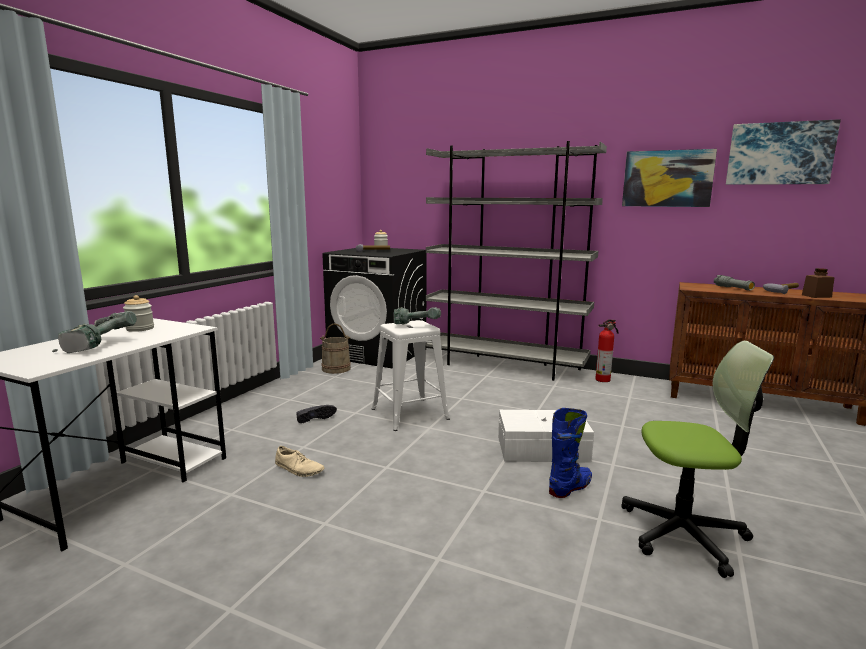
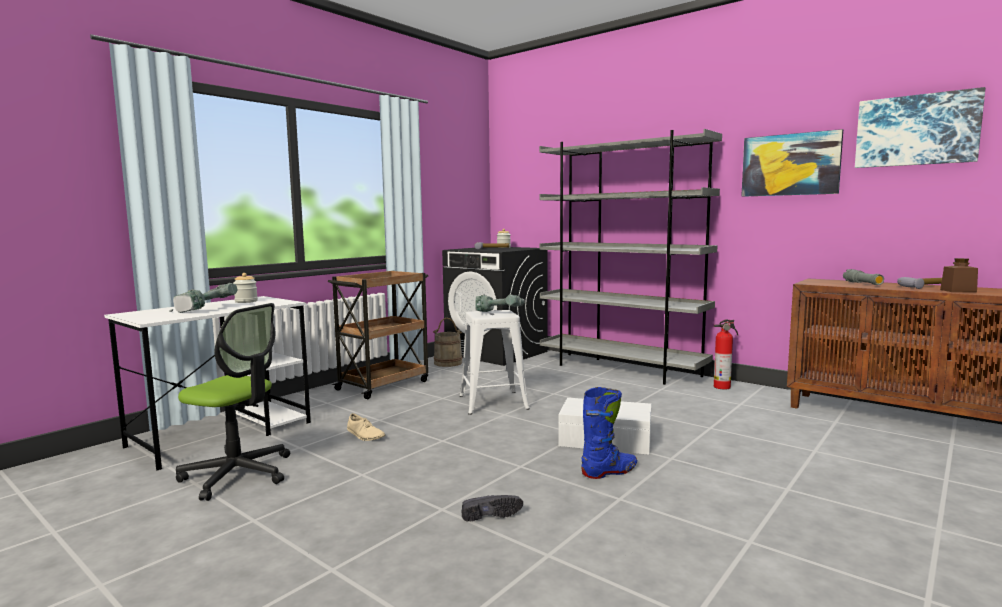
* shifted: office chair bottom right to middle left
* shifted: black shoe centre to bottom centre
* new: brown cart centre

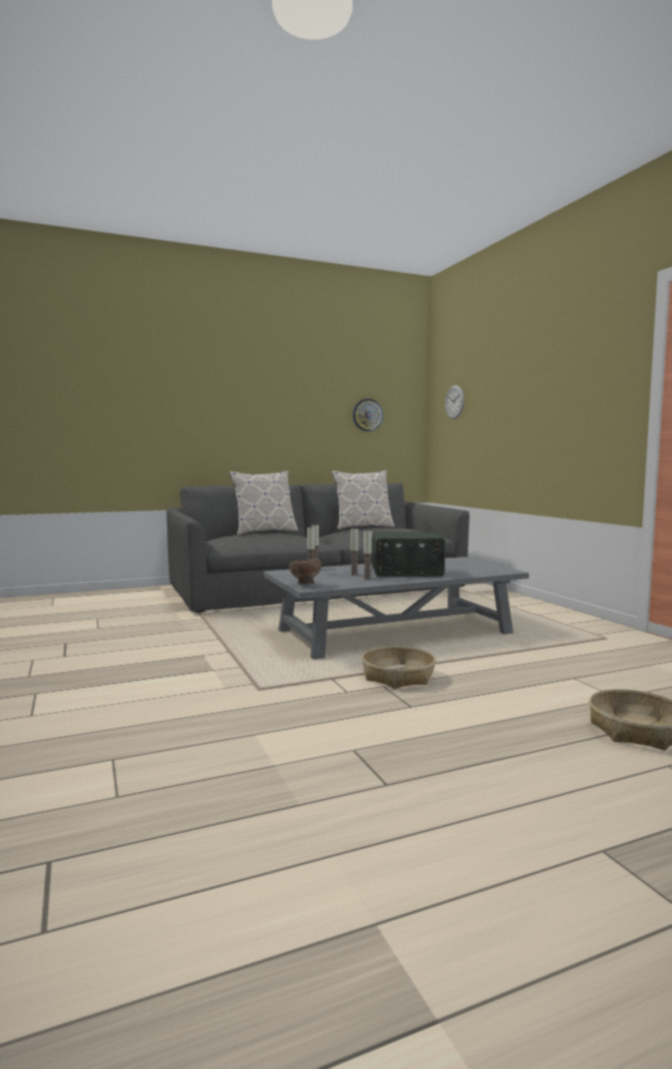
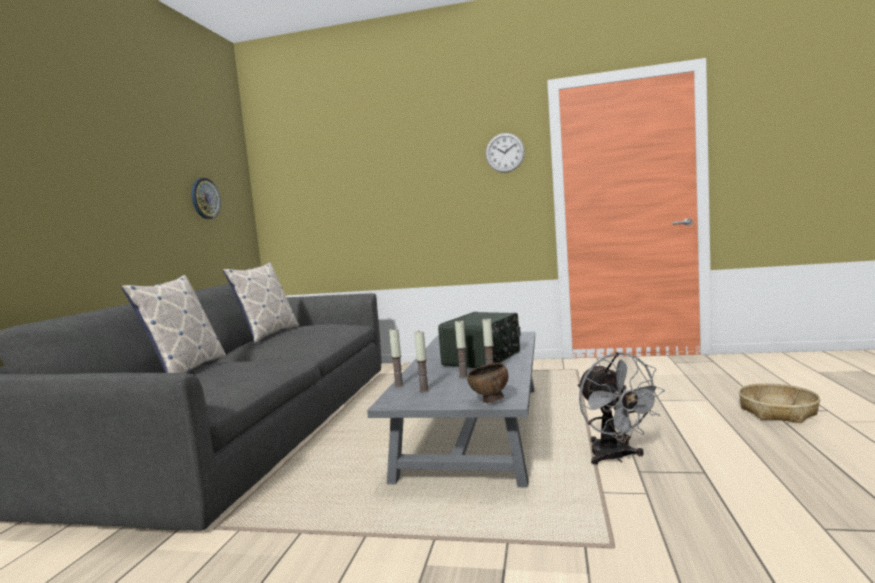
* shifted: wall clock (no. 2 from left) middle right to top centre
* swapped: basket (no. 1 from left) centre to grey fan bottom right

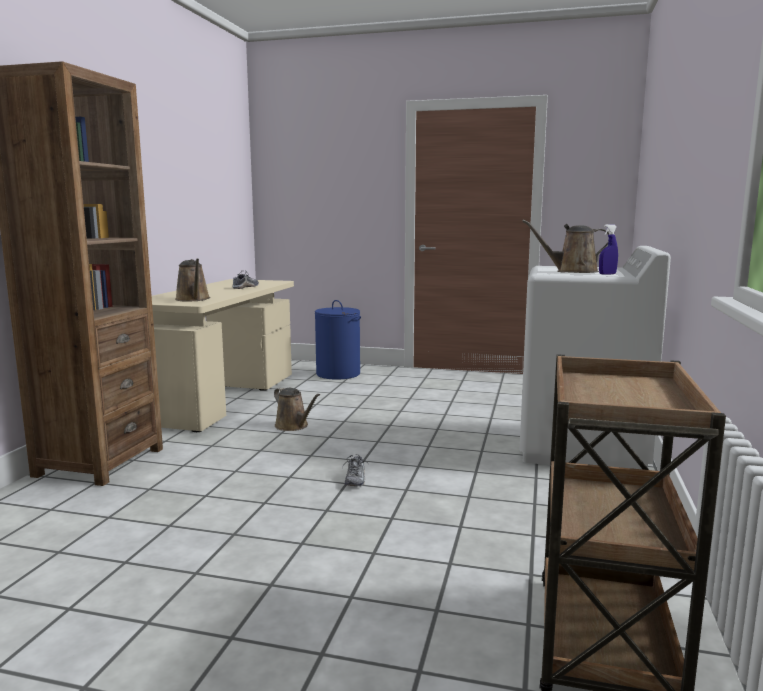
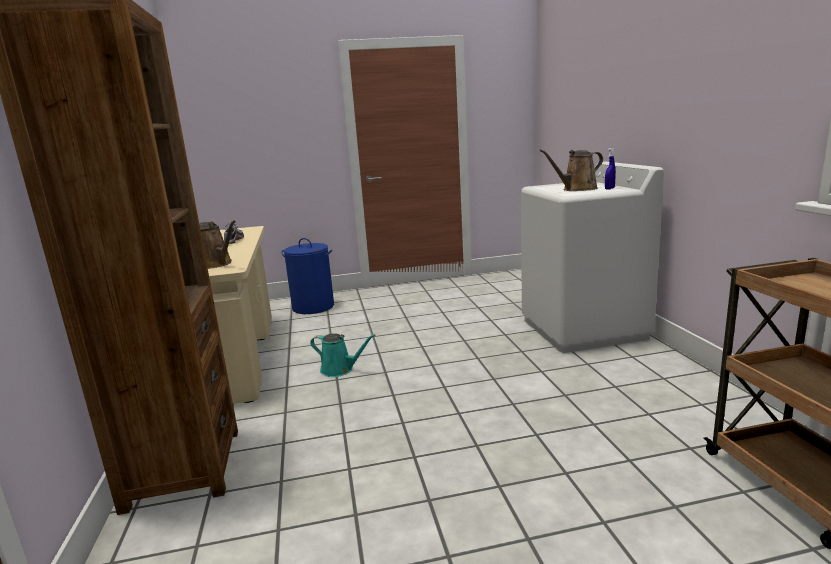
* repainted: brown watering can (no. 2 from left) centre to turquoise watering can centre
* gone: shoe (no. 2 from left) bottom centre

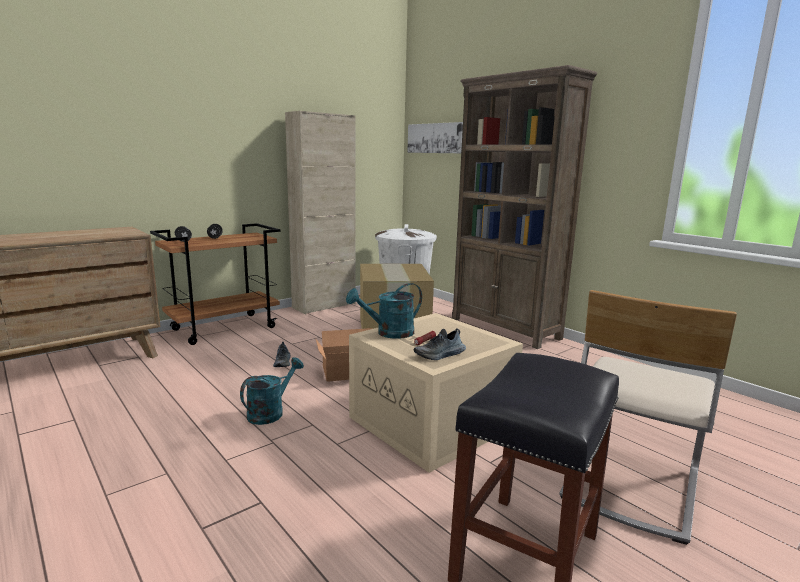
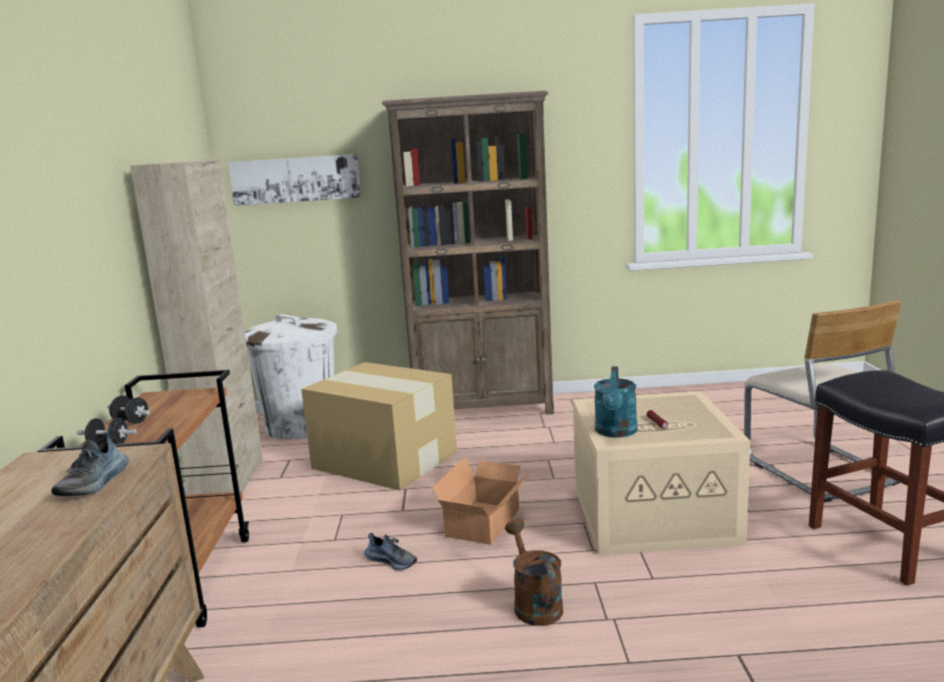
* shifted: shoe (no. 2 from left in the first image) centre to shoe (no. 1 from left) bottom left
* repainted: turquoise watering can (no. 1 from left) bottom centre to brown watering can bottom centre

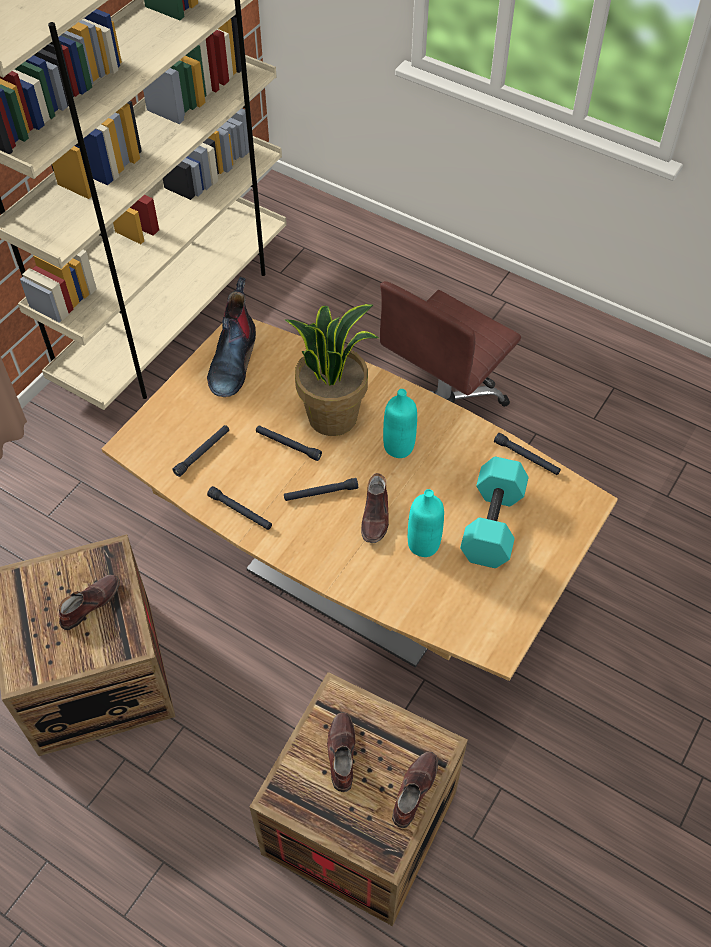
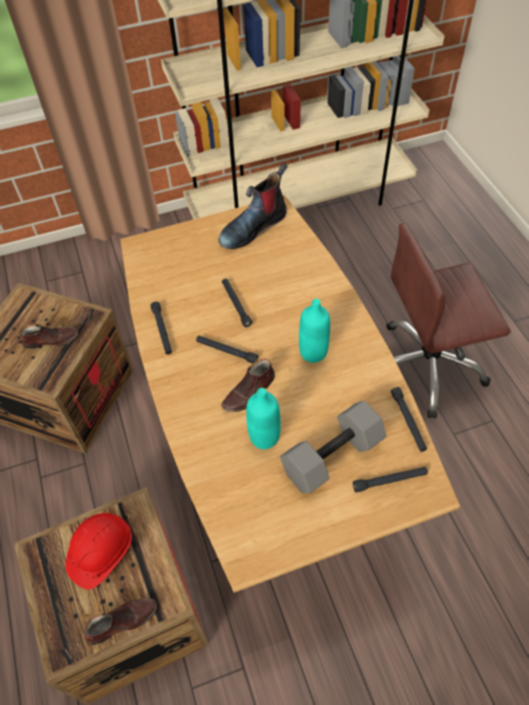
* gone: potted plant centre
* shifted: black flashlight (no. 1 from left in the first image) middle left to black flashlight (no. 4 from left) bottom right
* repainted: turquoise dumbbell middle right to grey dumbbell centre
* swapped: brown shoe (no. 2 from left) bottom centre to red hard hat bottom left

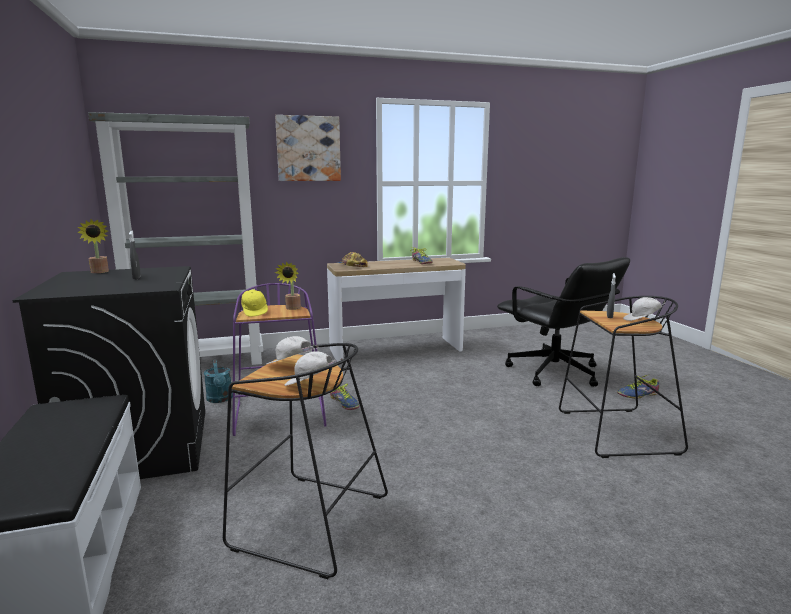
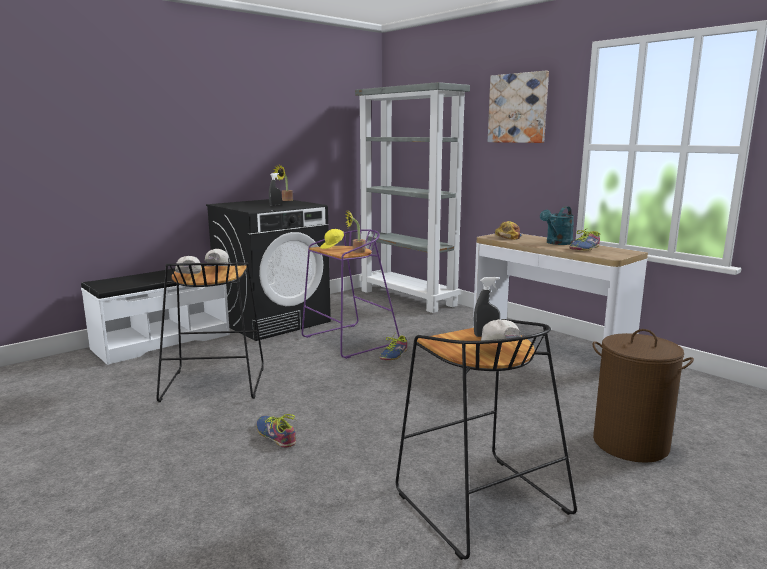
* swapped: black office chair middle right to brown laundry basket bottom right
* shifted: turquoise watering can middle left to middle right
* shifted: shoe (no. 3 from left in the first image) middle right to shoe (no. 1 from left) bottom centre

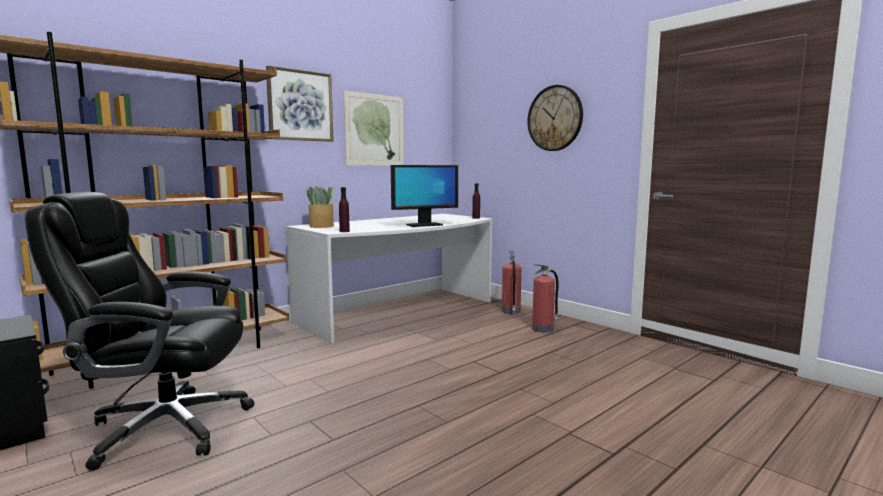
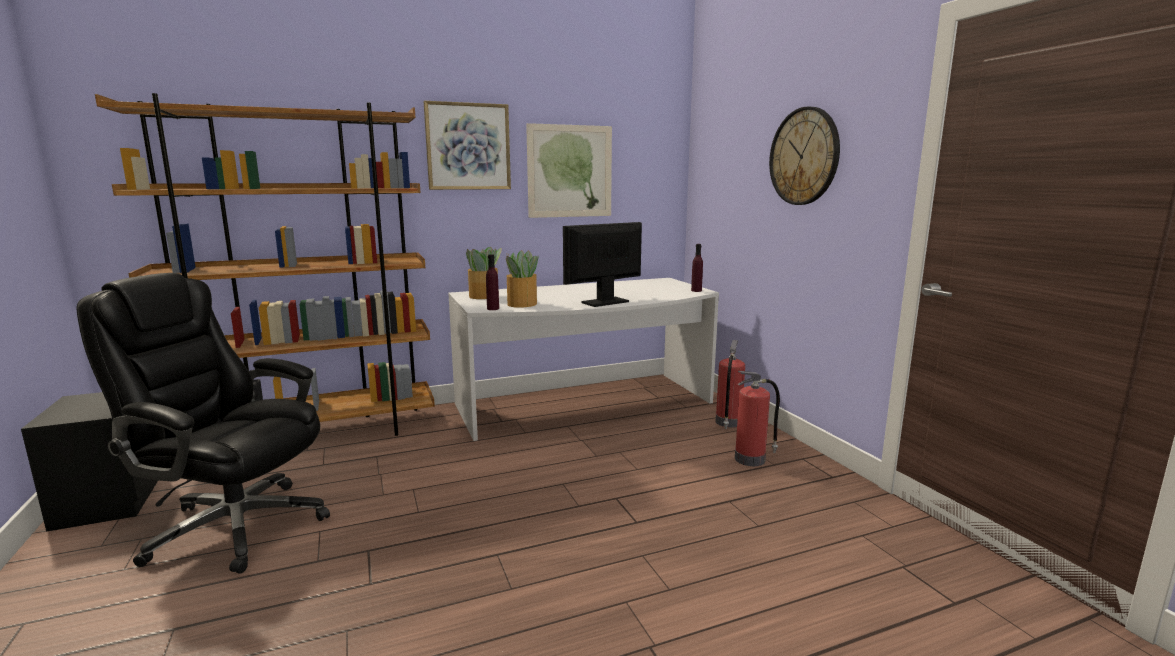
* rotated: monitor centre = centre 150 degrees clockwise
* new: potted plant (no. 2 from left) centre

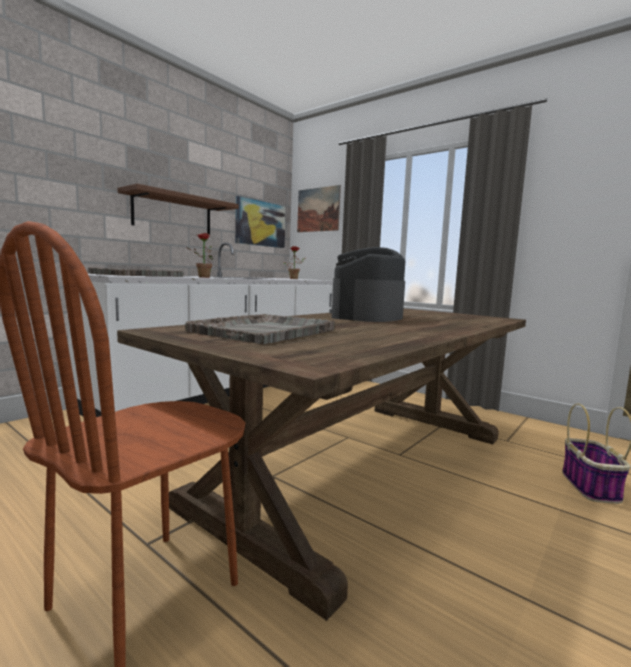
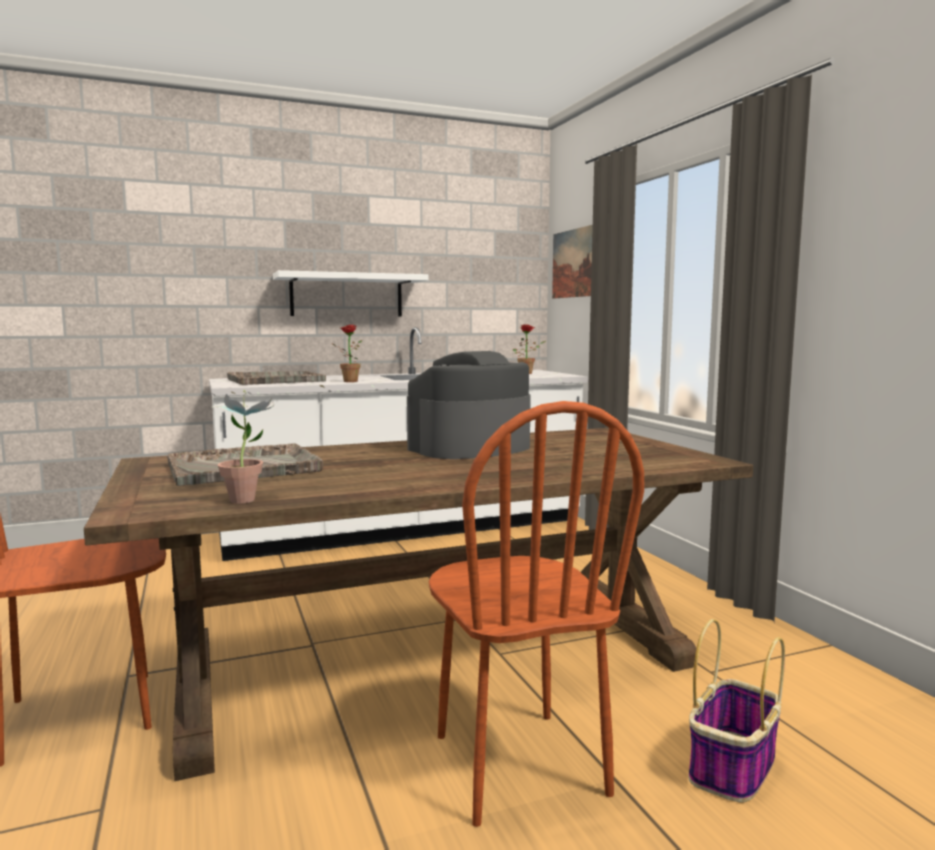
* repainted: brown shelf top left to white shelf centre
* gone: picture (no. 1 from left) top centre
* new: potted plant (no. 1 from left) middle left
* new: brown chair (no. 2 from left) bottom centre

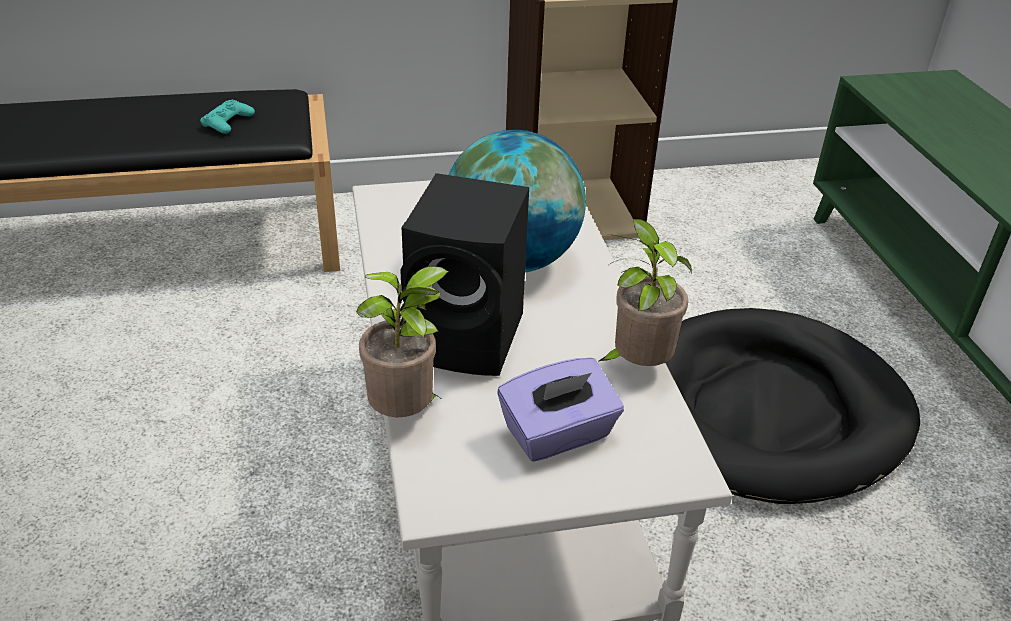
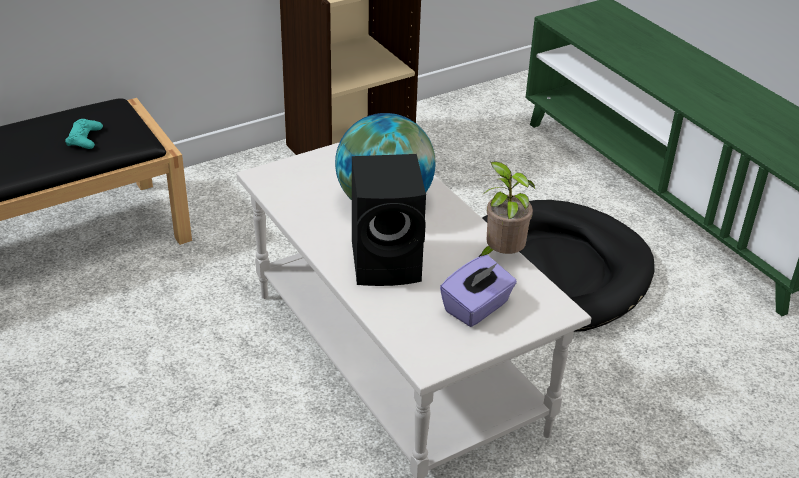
* gone: potted plant (no. 1 from left) centre

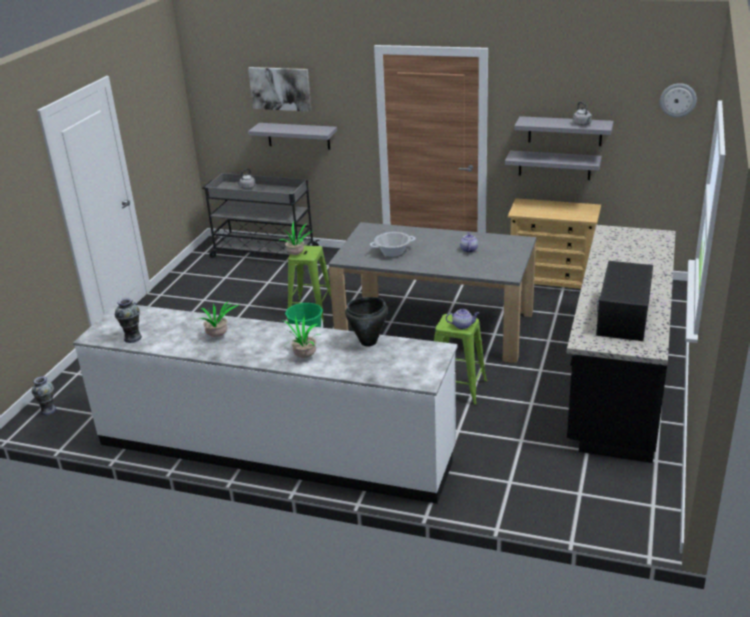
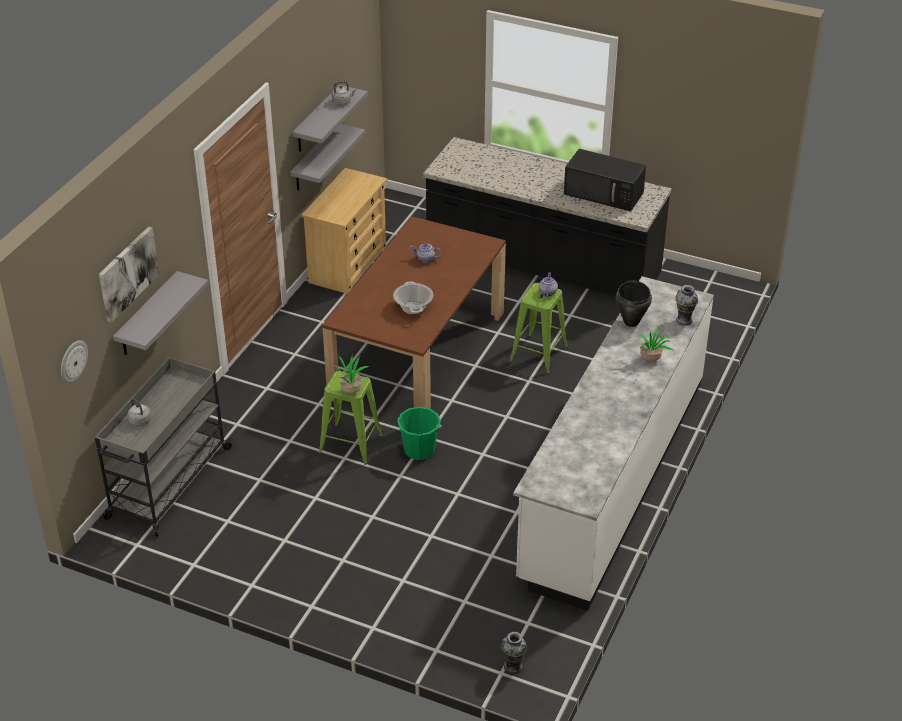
* shifted: wall clock top right to middle left
* repainted: grey dining table centre to brown dining table centre
* shifted: vase (no. 2 from left) middle left to middle right
* gone: potted plant (no. 1 from left) middle left

